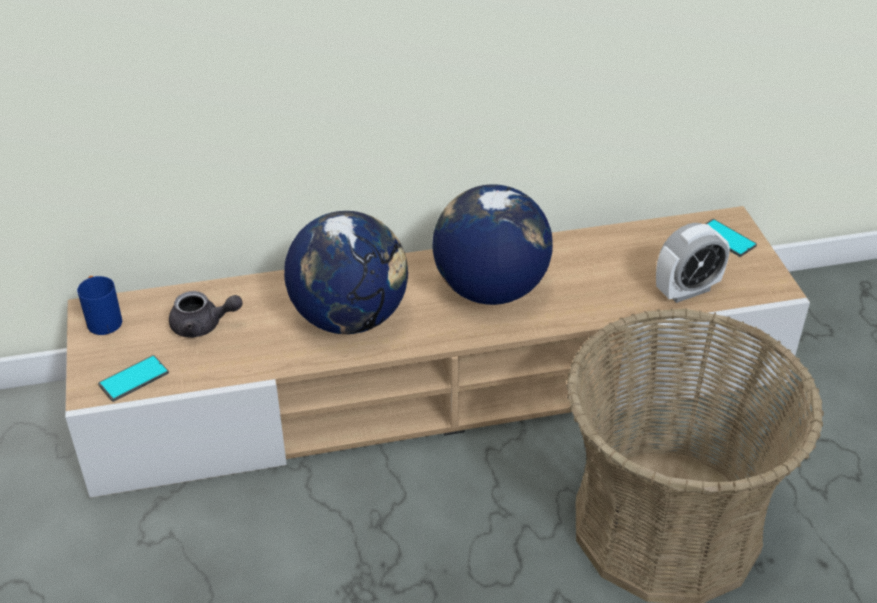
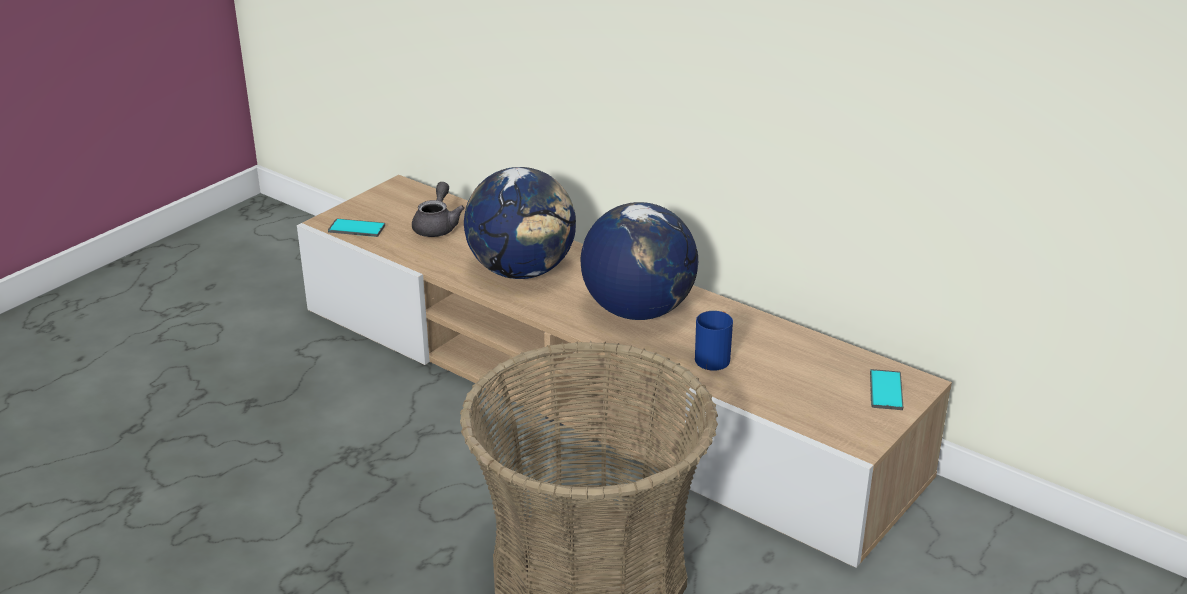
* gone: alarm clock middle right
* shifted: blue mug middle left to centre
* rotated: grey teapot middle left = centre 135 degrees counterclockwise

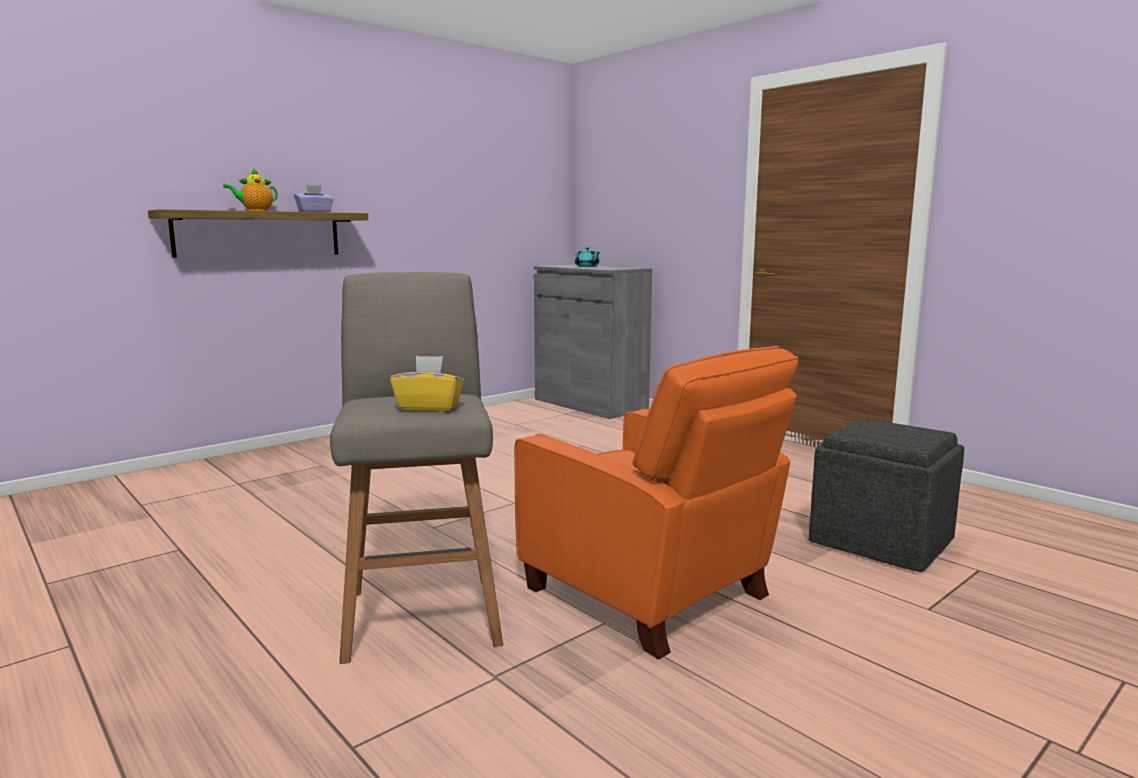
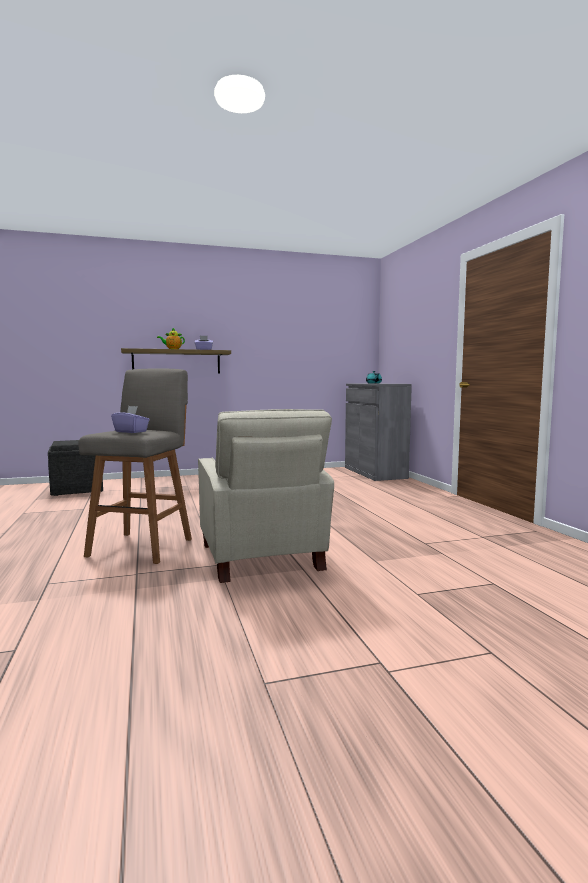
* repainted: orange armchair centre to beige armchair centre
* repainted: yellow tissue box centre to purple tissue box (no. 1 from left) middle left
* shifted: grey ottoman middle right to middle left

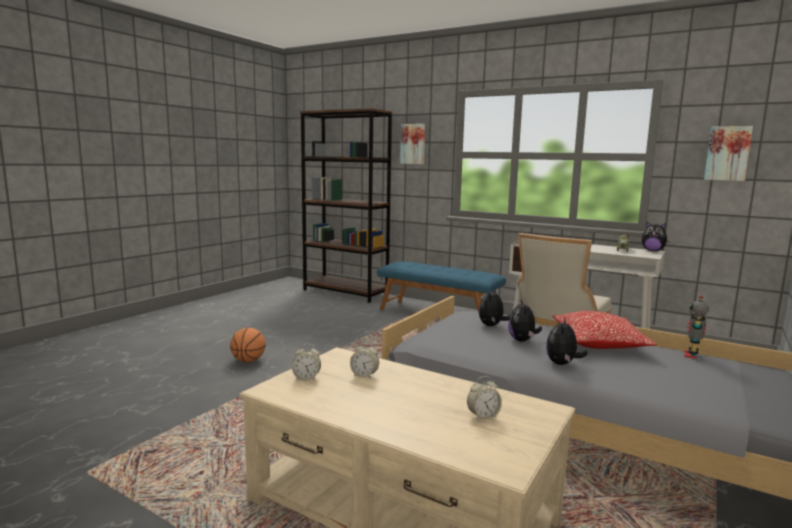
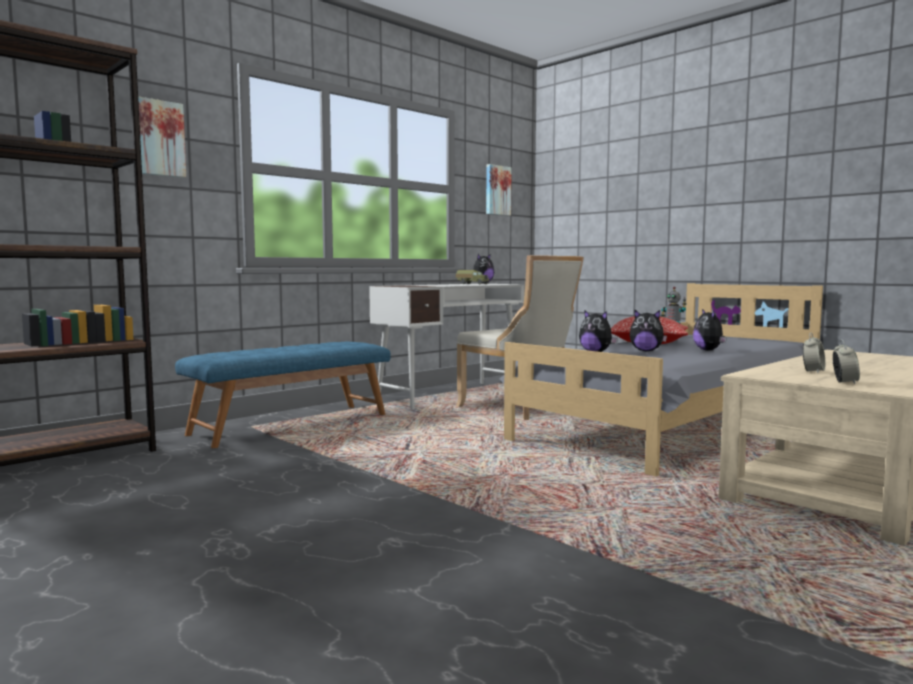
* rotated: plush toy (no. 3 from left in the first image) middle right = middle right 45 degrees clockwise
* gone: basketball middle left
* gone: alarm clock (no. 3 from left) bottom centre

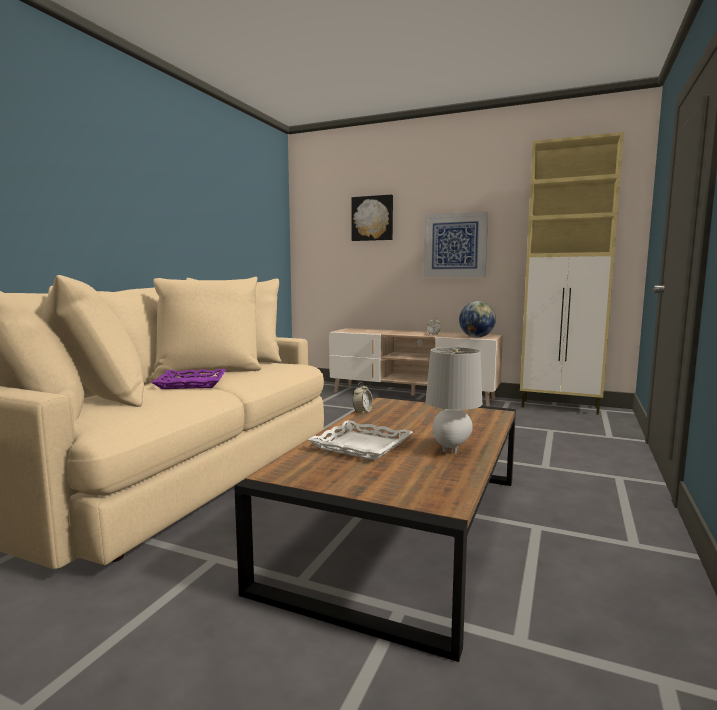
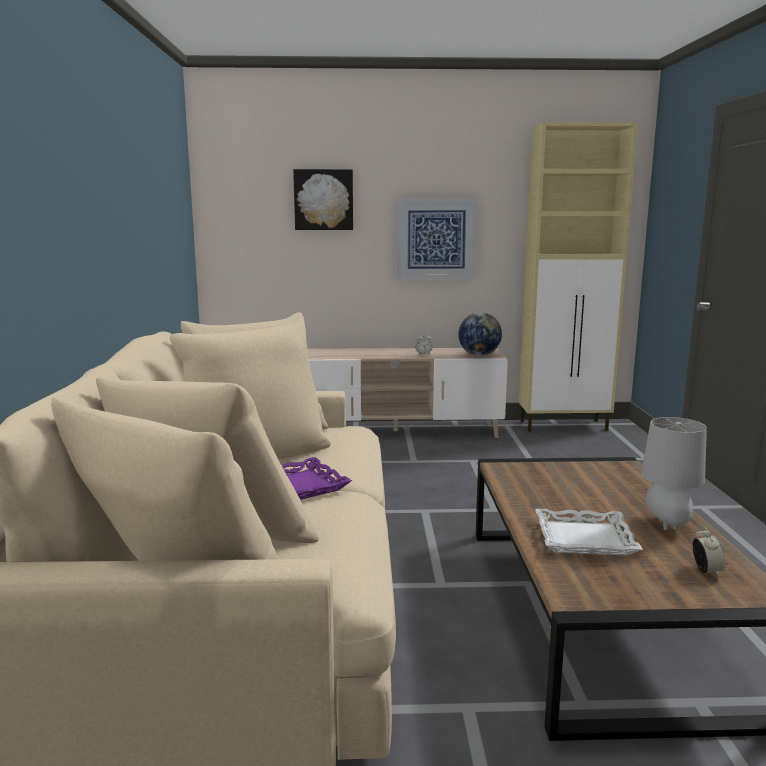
* shifted: alarm clock (no. 1 from left in the first image) centre to alarm clock (no. 2 from left) bottom right

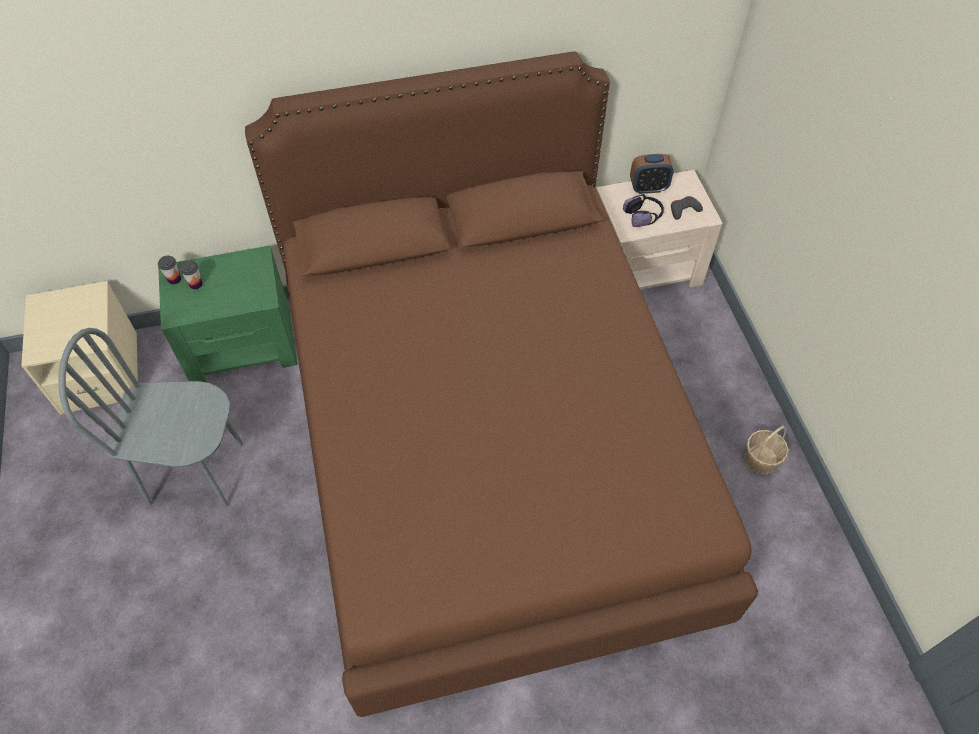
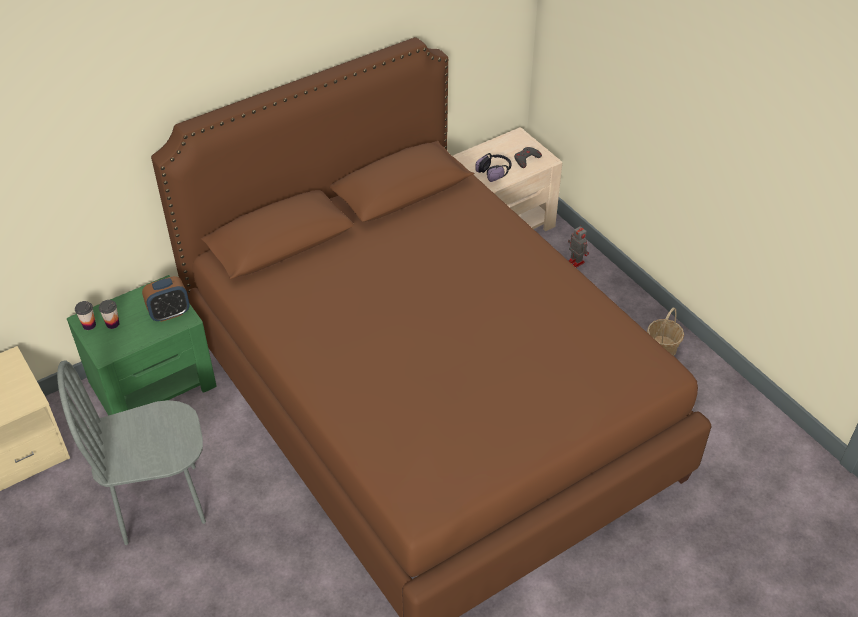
* shifted: alarm clock top centre to middle left
* new: toy robot middle right

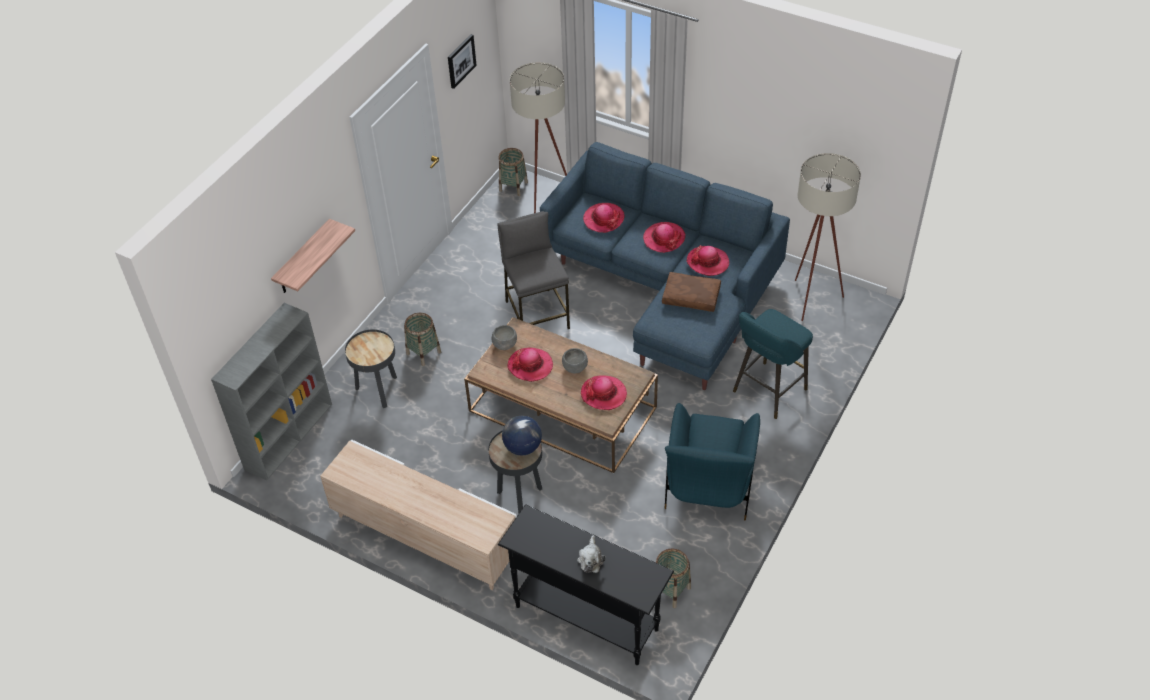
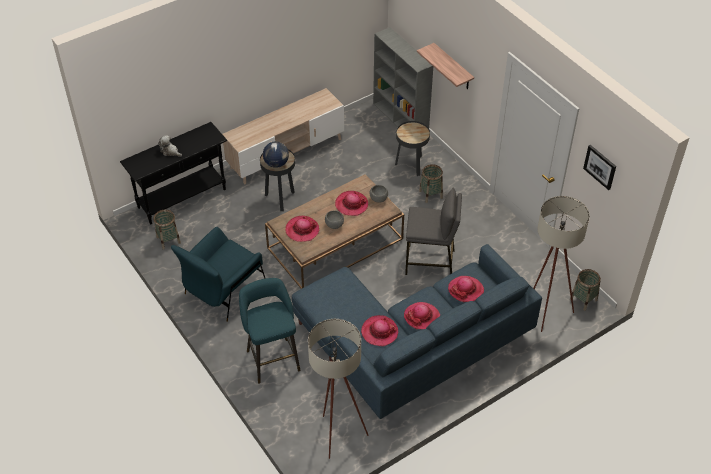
* gone: brown pillow centre
* rotated: blue armchair centre = middle left 90 degrees counterclockwise

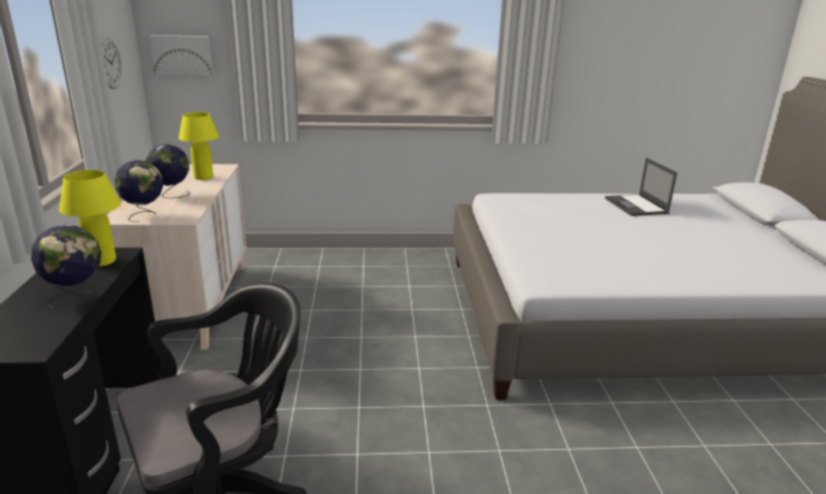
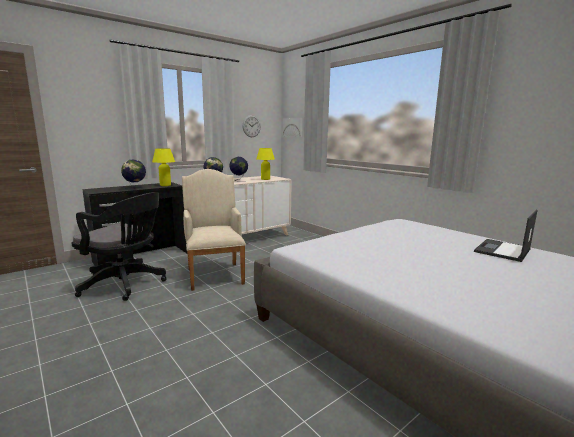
* new: beige armchair centre

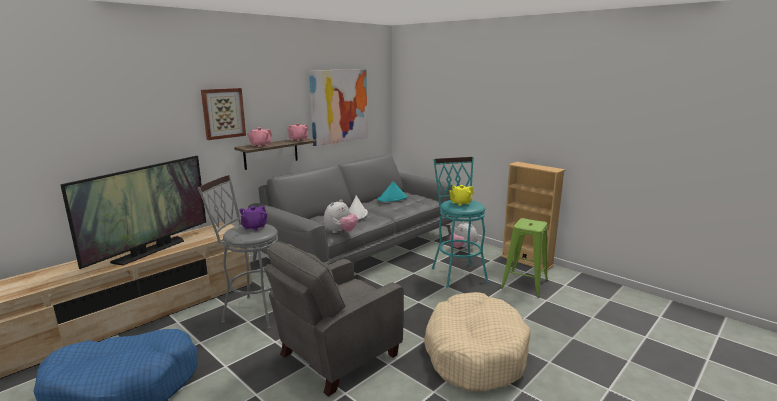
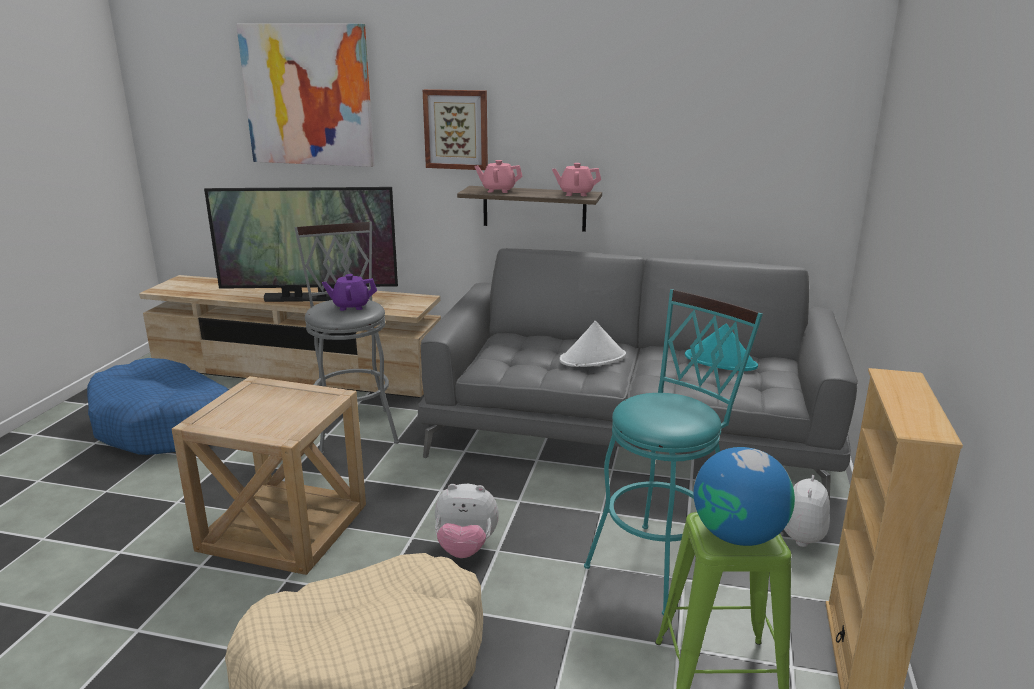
* shifted: picture (no. 2 from left in the first image) top centre to picture (no. 1 from left) top left
* gone: yellow teapot centre
* shifted: plush toy (no. 1 from left) centre to bottom centre
* swapped: grey armchair bottom centre to beige side table bottom left
* new: globe bottom right

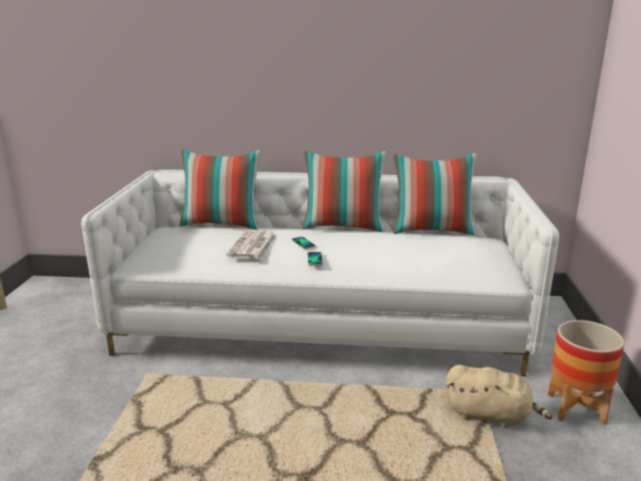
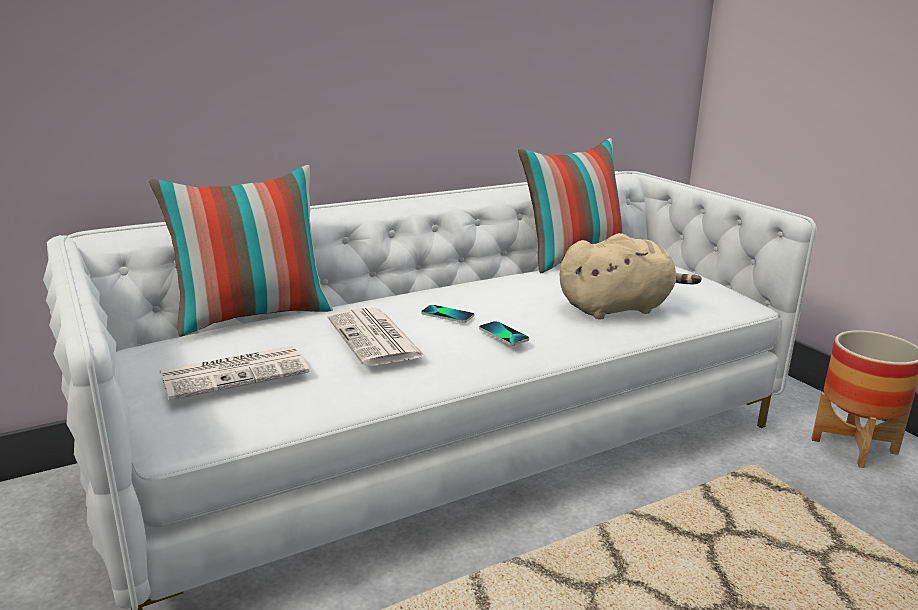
* gone: pillow (no. 2 from left) centre
* shifted: beige plush toy bottom right to middle right
* new: newspaper (no. 1 from left) middle left

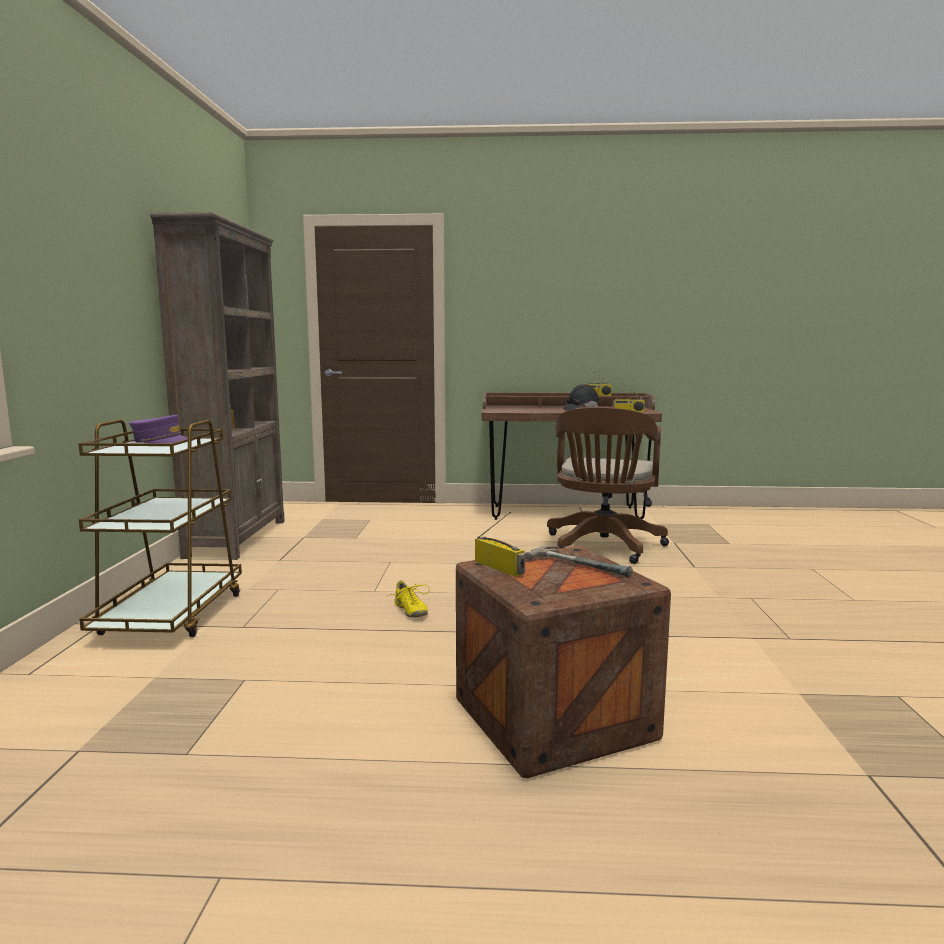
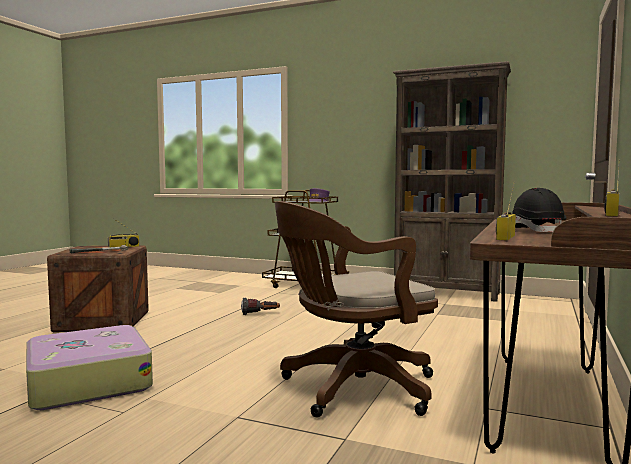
* rotated: brown office chair centre = centre 60 degrees counterclockwise
* swapped: yellow shoe centre to flashlight centre
* new: suitcase bottom left

